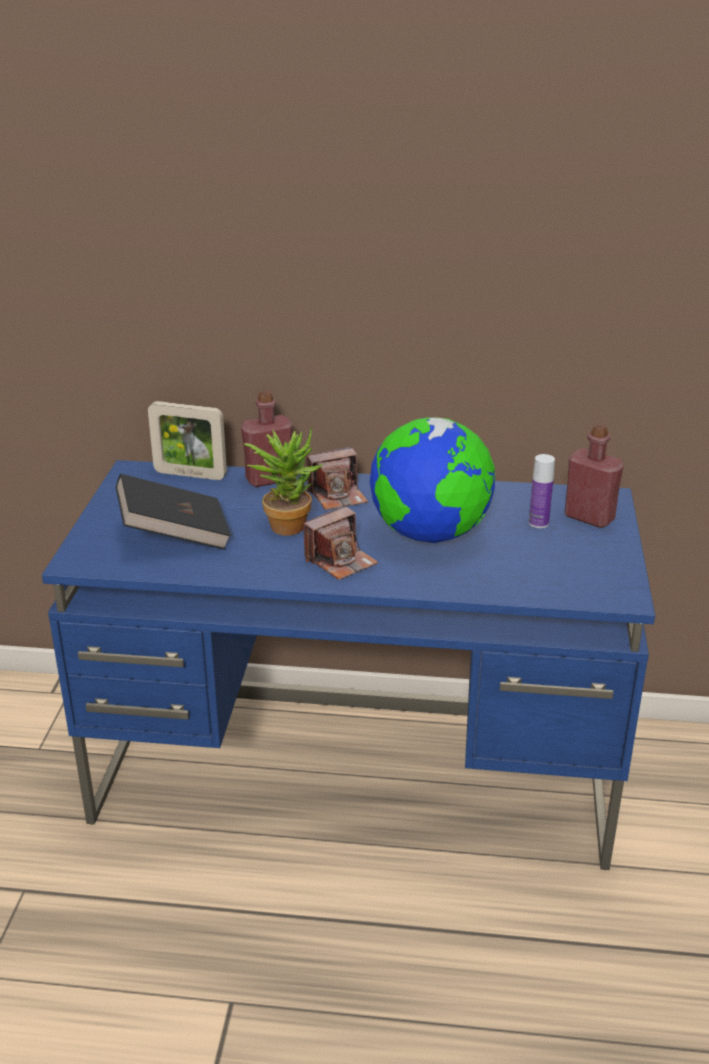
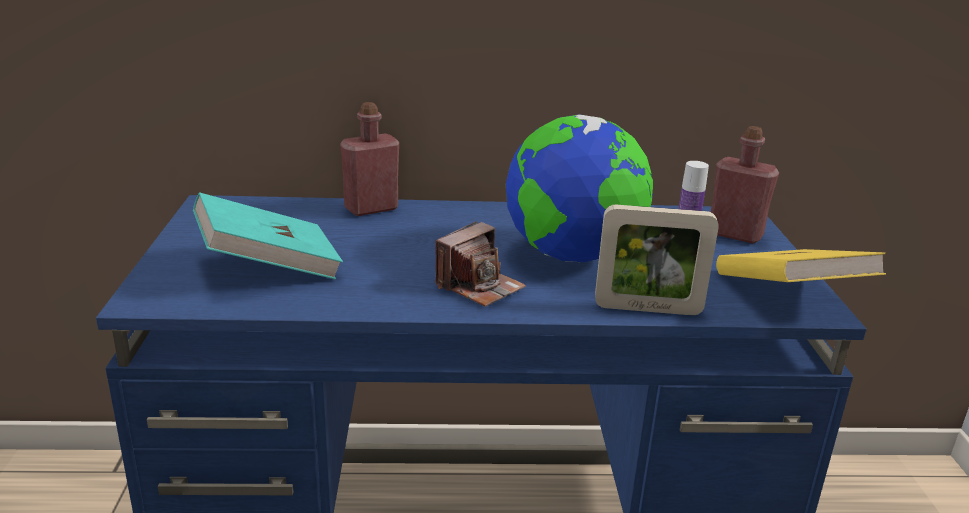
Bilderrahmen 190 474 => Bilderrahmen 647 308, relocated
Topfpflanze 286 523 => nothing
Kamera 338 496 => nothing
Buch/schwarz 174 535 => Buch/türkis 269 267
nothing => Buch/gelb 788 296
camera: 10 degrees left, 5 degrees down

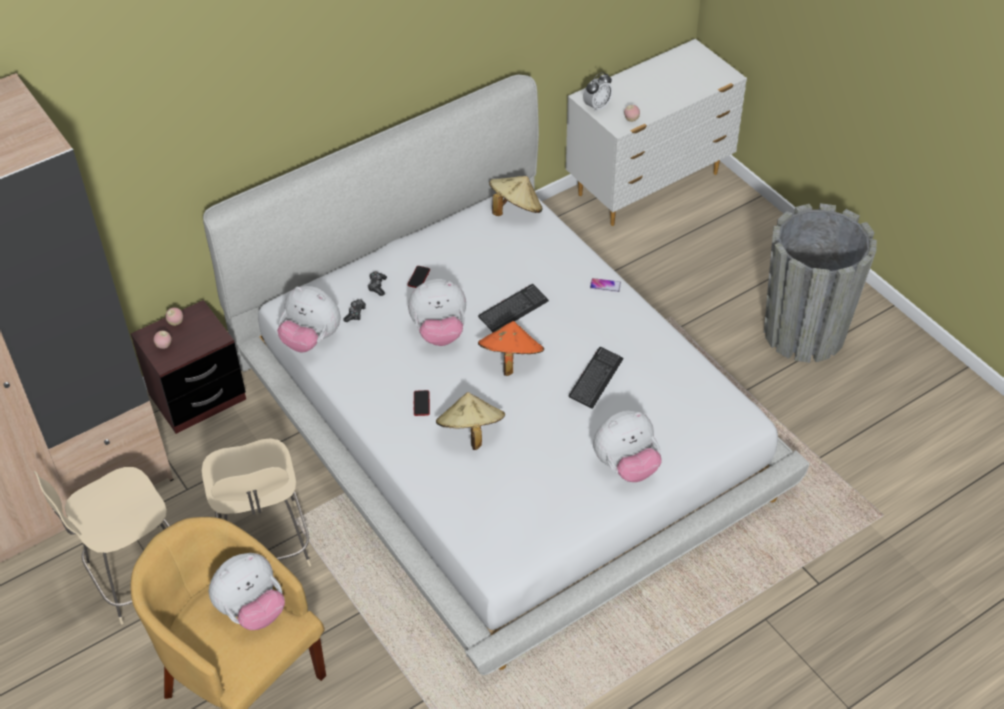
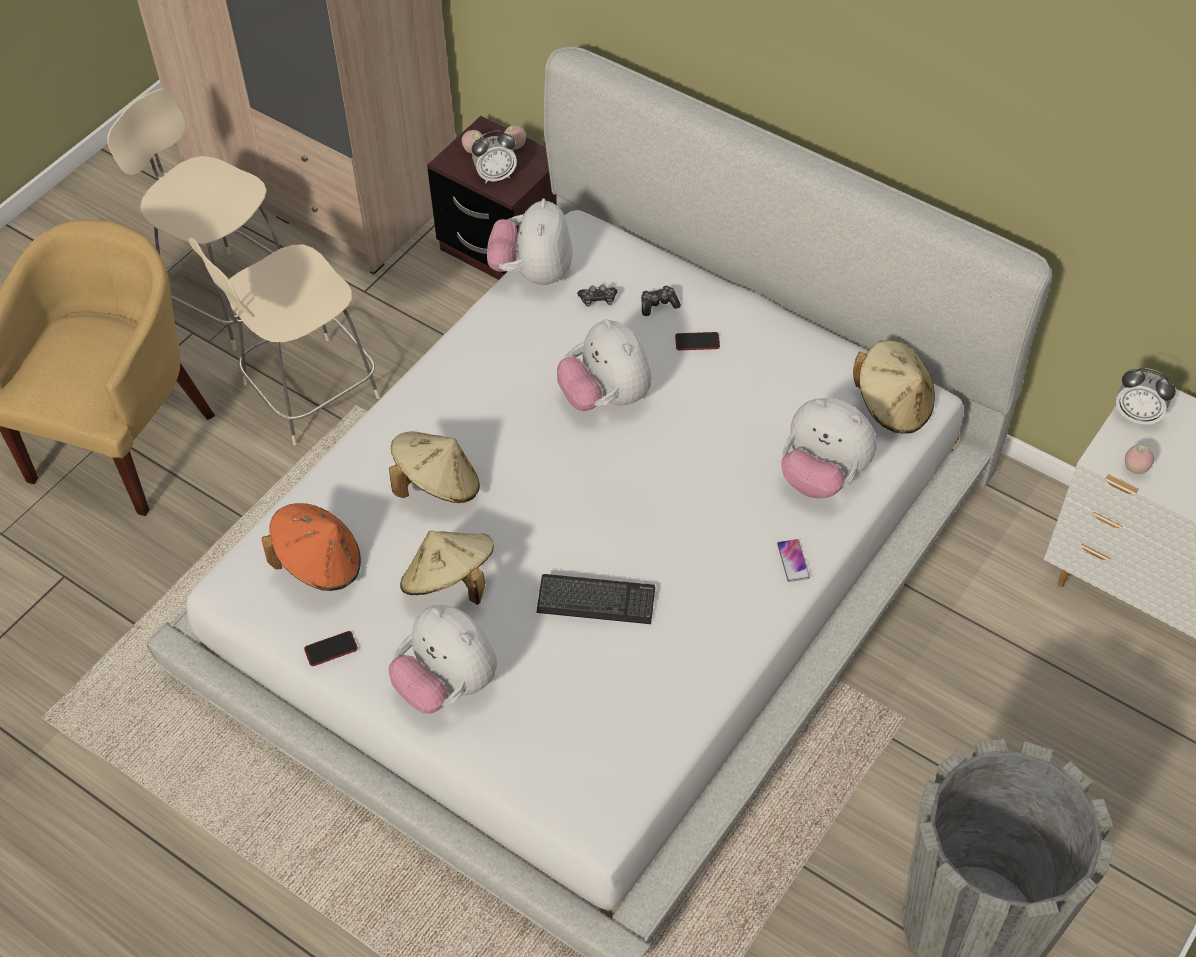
Tastatur 513 310 => nothing
Hut/orange 510 360 => Hut/orange 319 564, relocated
Handy 421 403 => Handy 331 649, relocated
Plüschtier 252 610 => Plüschtier 822 476, relocated
nothing => Wecker 495 176
nothing => Hut/beige 450 583
camera: 70 degrees right, 5 degrees up

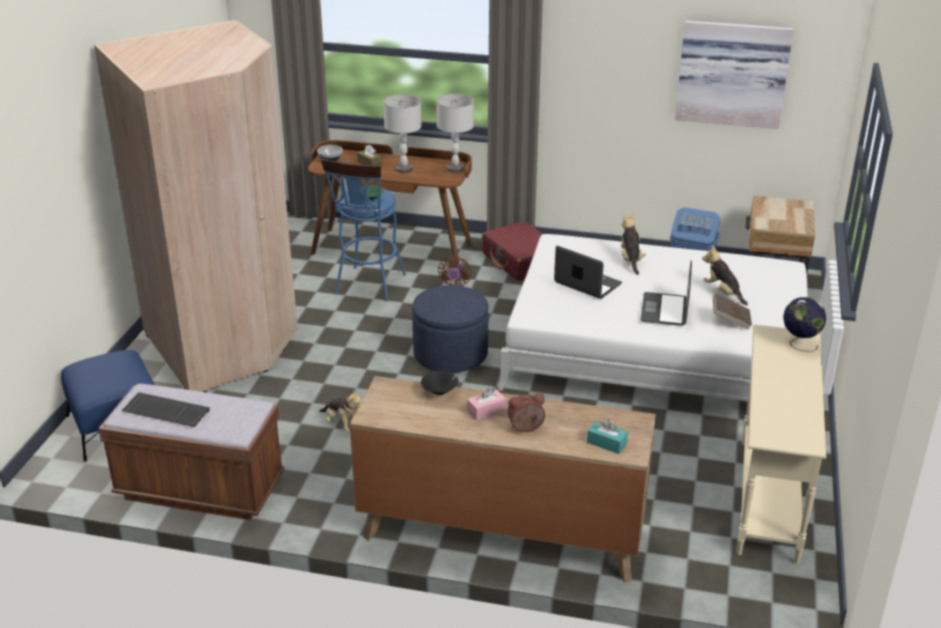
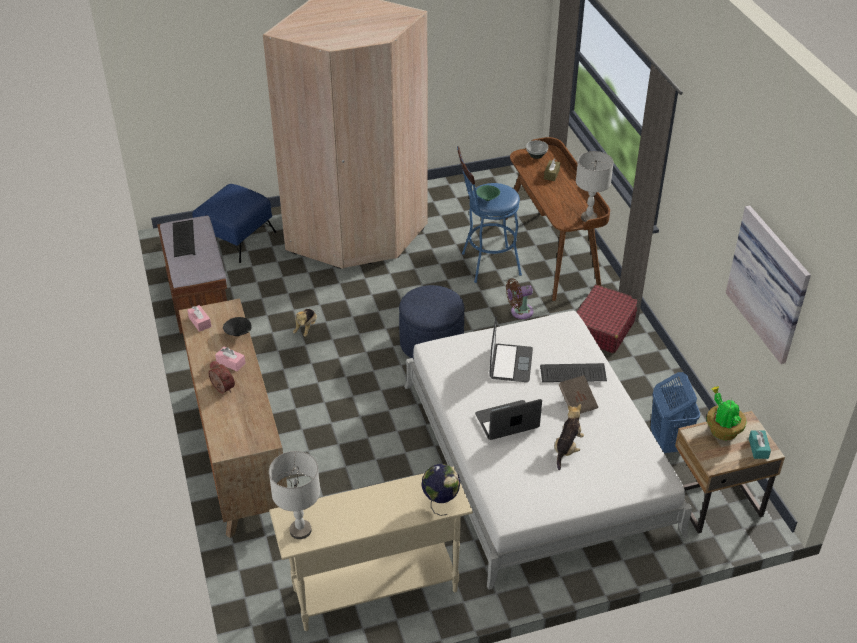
Tischlampe/grau 403 169 => Tischlampe/grau 300 530, relocated
Plüschtier 630 260 => Tastatur 572 375
Buch/braun 730 320 => Buch/braun 577 402, relocated
Taschentuchbox/türkis 606 443 => Taschentuchbox/türkis 758 448, relocated
nothing => Taschentuchbox/rosa 200 322
nothing => Topfpflanze 722 430
camera: 60 degrees right, 10 degrees up

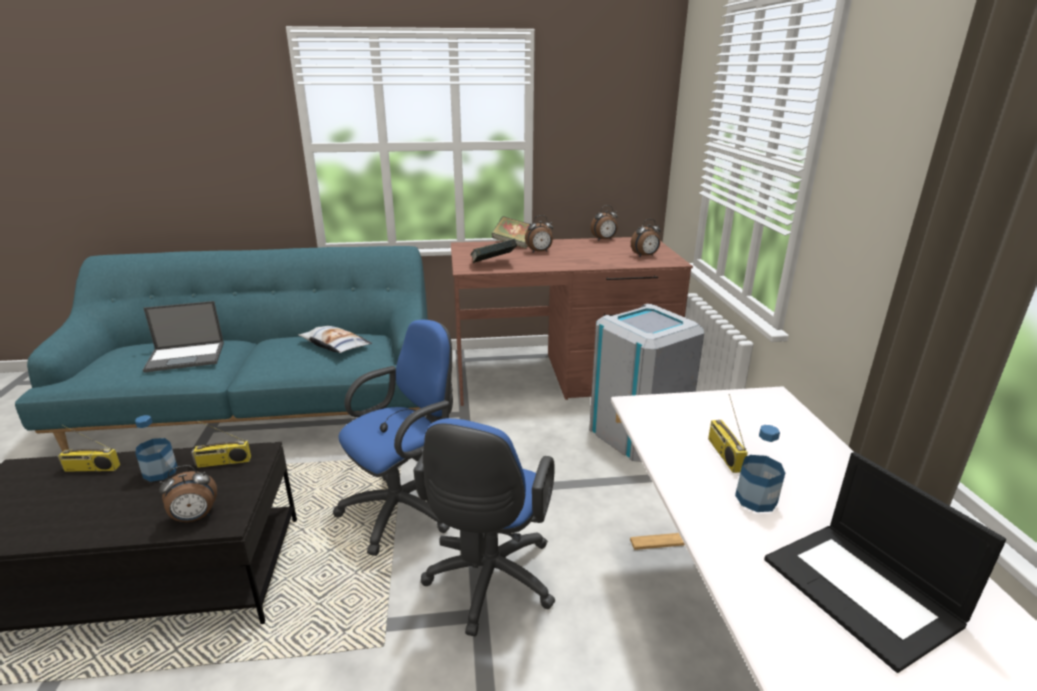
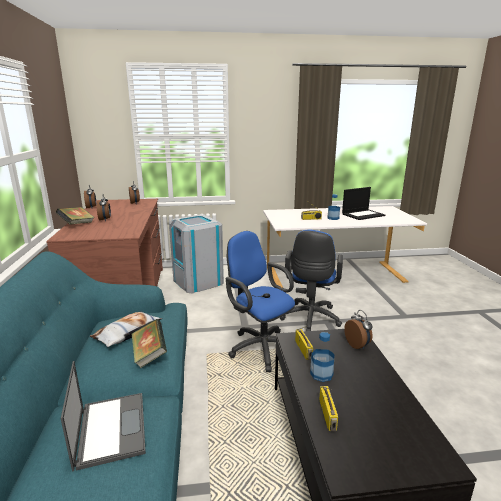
Buch 493 264 => Buch 149 355, relocated
Bürostuhl/blau 488 584 => Bürostuhl/blau 310 319, 90 degrees clockwise
camera: 90 degrees left, 5 degrees down

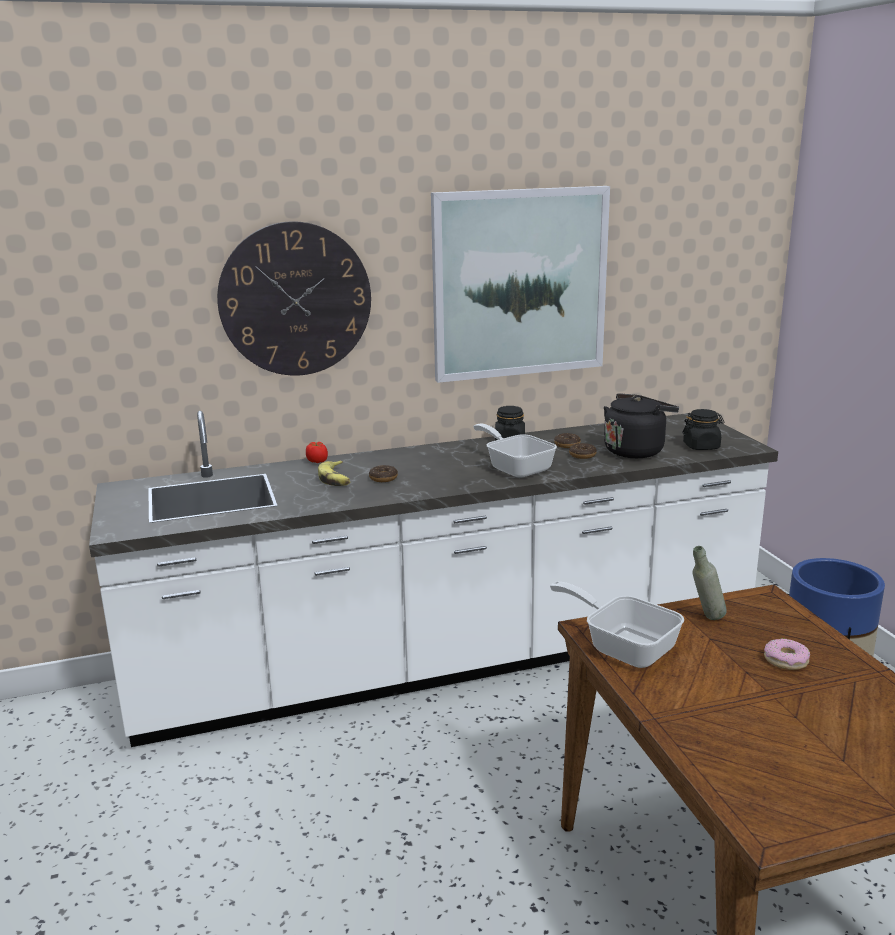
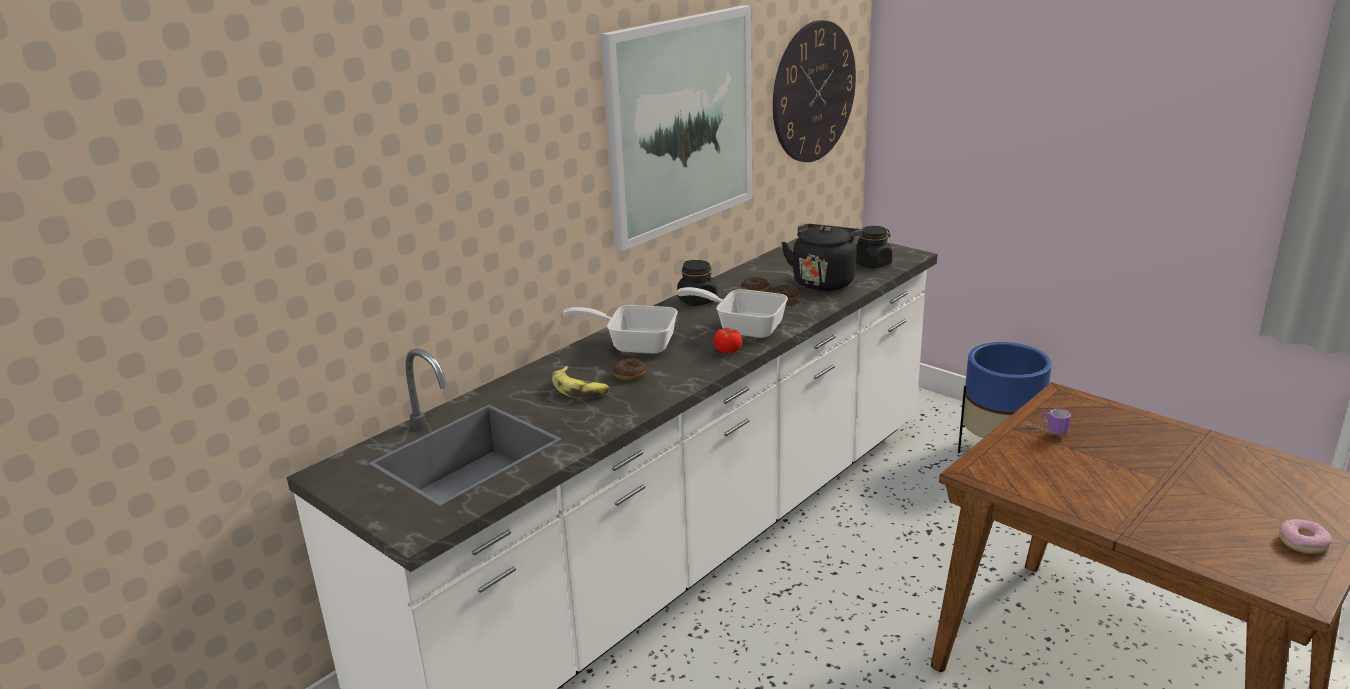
Wanduhr 295 300 => Wanduhr 814 92, relocated
Tomate 317 461 => Tomate 728 351, relocated
Flasche/grau 705 619 => Henkelbecher 1045 431
Pfanne 623 646 => Pfanne 634 344, relocated
Donut 786 660 => Donut 1302 542, relocated
camera: 30 degrees left, 5 degrees up

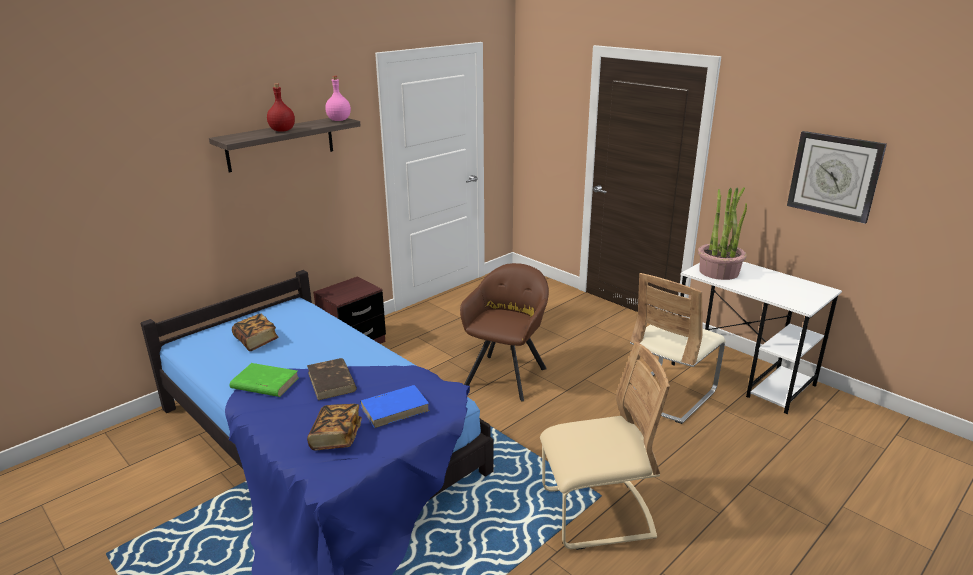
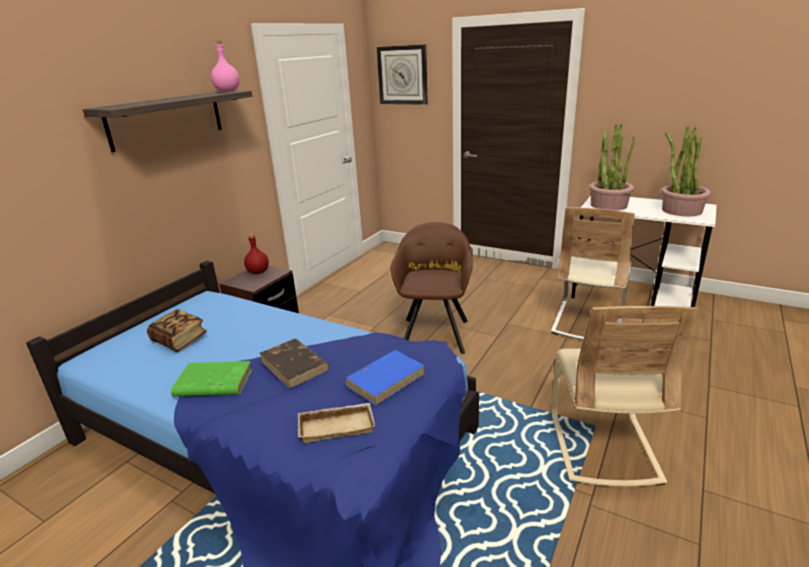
Flasche/rot 282 130 => Flasche/rot 258 272, relocated
Wanduhr 834 176 => Wanduhr 403 75, relocated
Stuhl/beige 596 514 => Stuhl/beige 602 446, 120 degrees clockwise
Buch 336 437 => Tablett/beige 337 425
nothing => Topfpflanze 681 210
camera: 15 degrees left, 0 degrees up

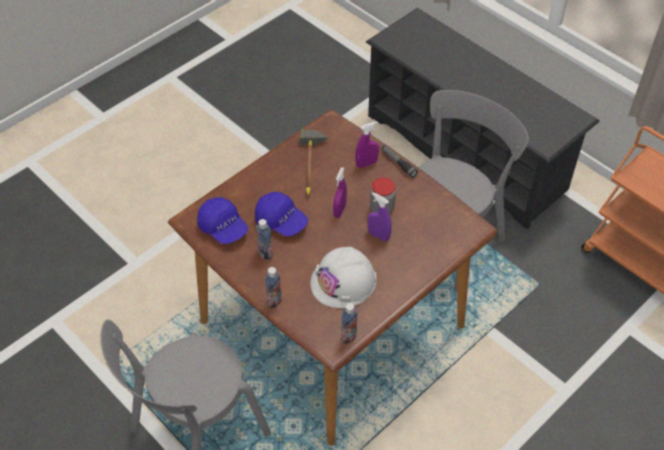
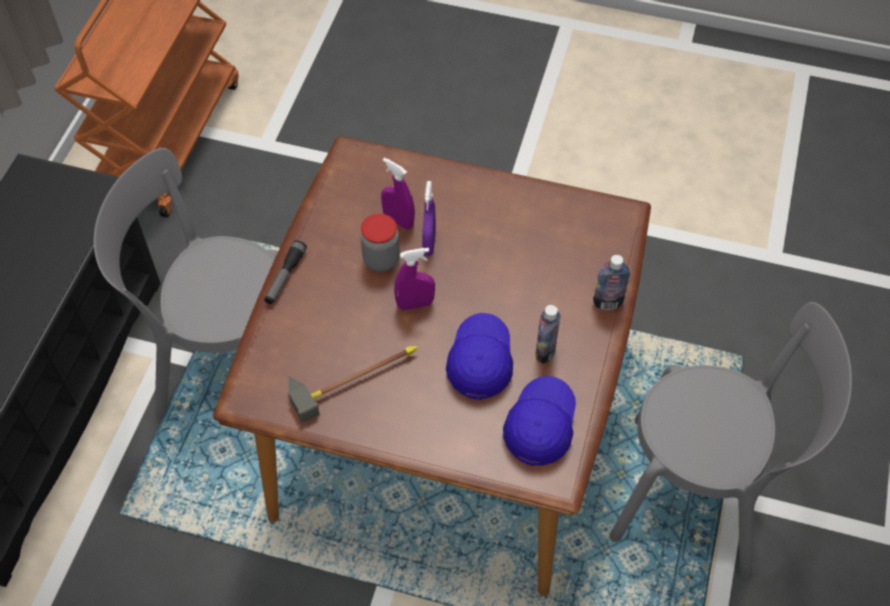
Sprühflasche/lila 366 164 => Sprühflasche/lila 398 221, relocated
Schutzhelm/weiß 343 281 => nothing
Flasche 349 336 => nothing
camera: 120 degrees left, 5 degrees up

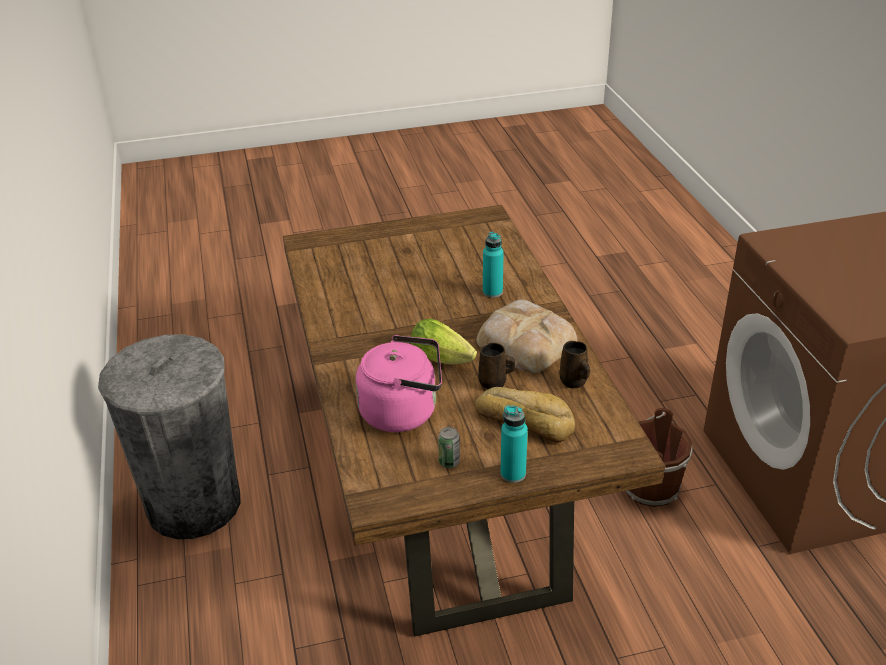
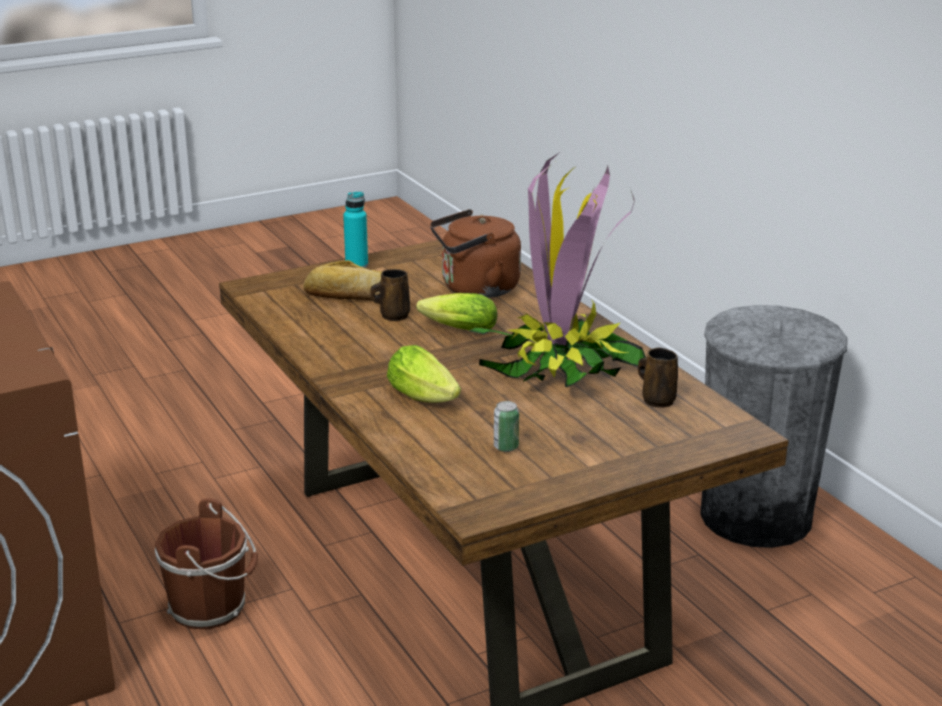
Flasche/türkis 492 292 => Salatkopf 426 397
Brot 525 342 => nothing
Wasserkessel/rosa 403 412 => Wasserkessel/braun 475 289
Henkelbecher/braun 574 382 => Henkelbecher/braun 657 400, relocated
Dose 449 462 => Dose 506 447, relocated
nothing => Topfpflanze 561 367
camera: 165 degrees right, 10 degrees down

